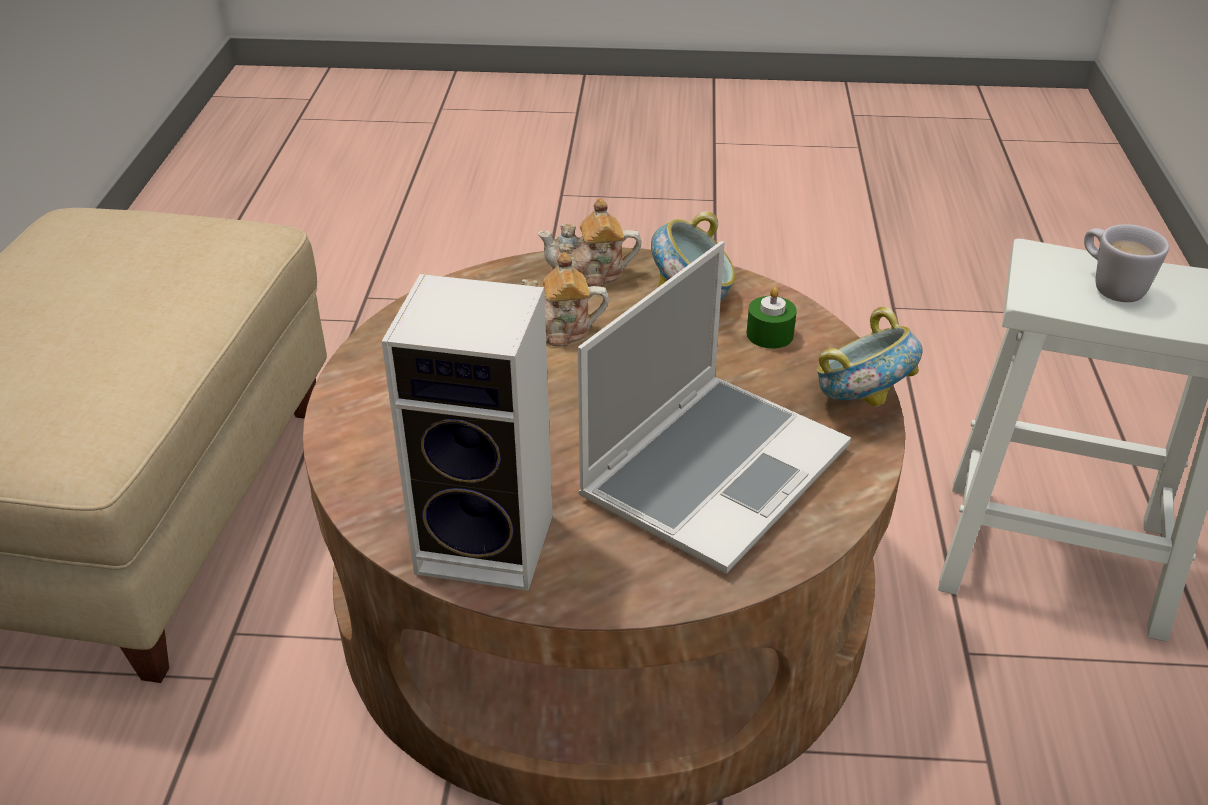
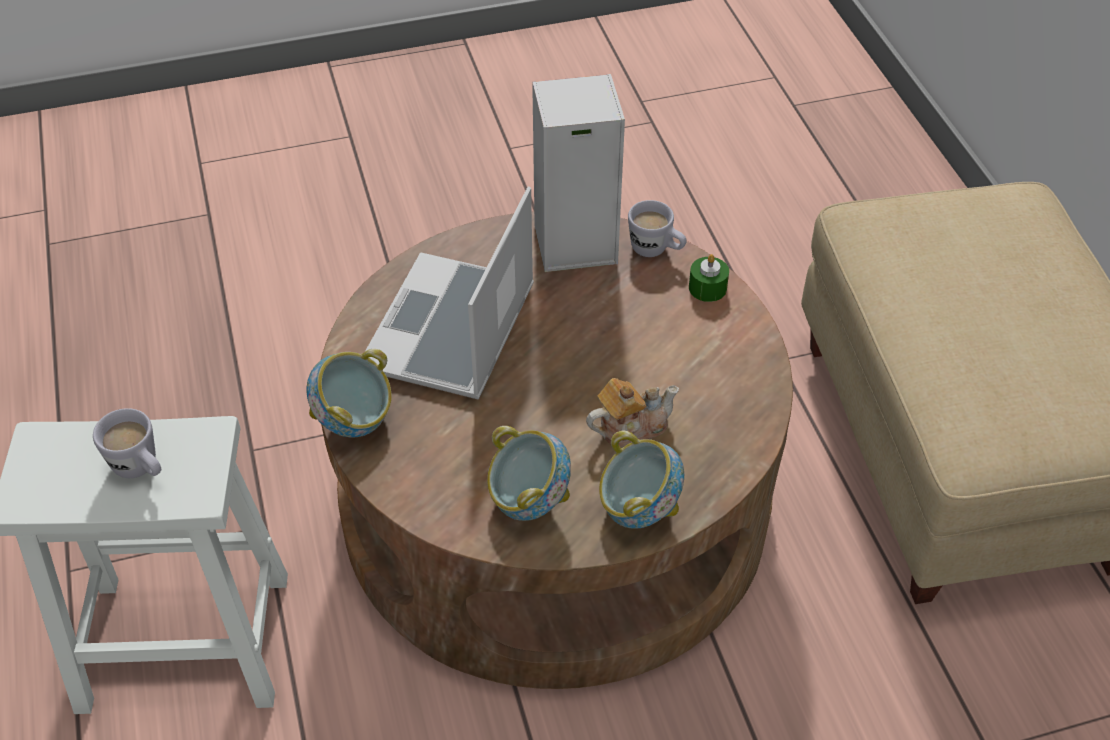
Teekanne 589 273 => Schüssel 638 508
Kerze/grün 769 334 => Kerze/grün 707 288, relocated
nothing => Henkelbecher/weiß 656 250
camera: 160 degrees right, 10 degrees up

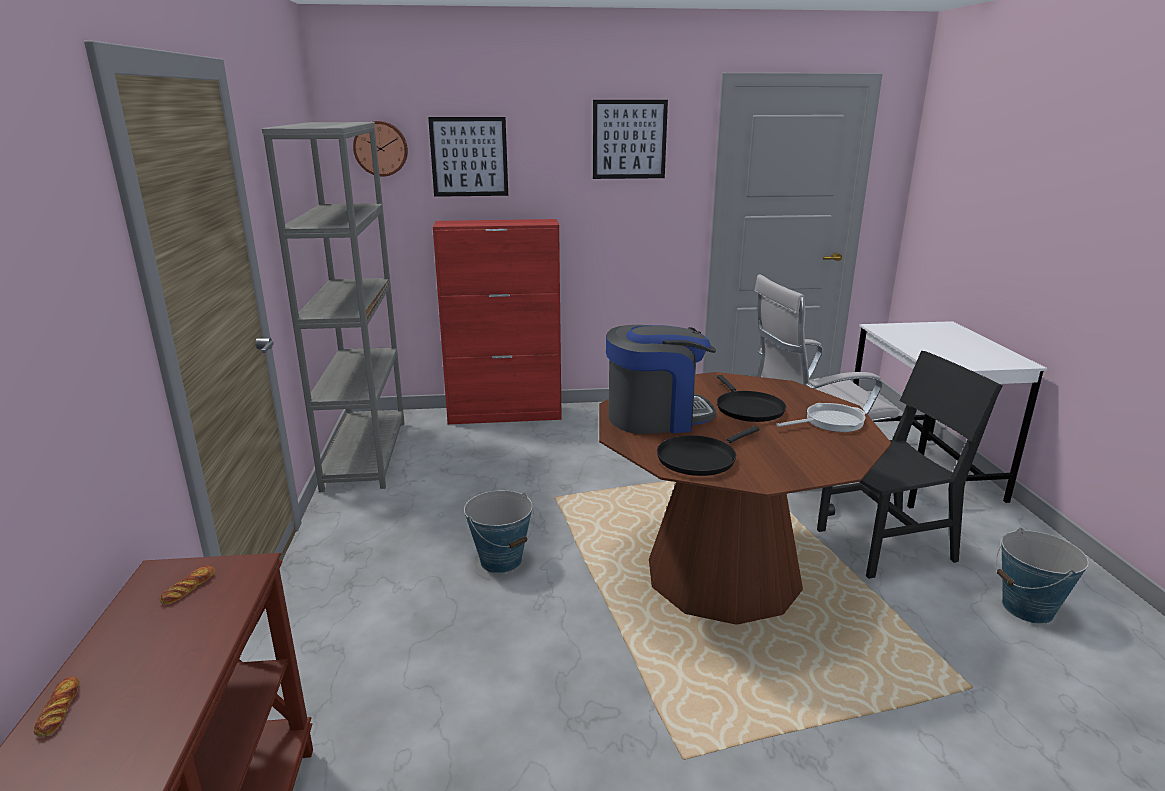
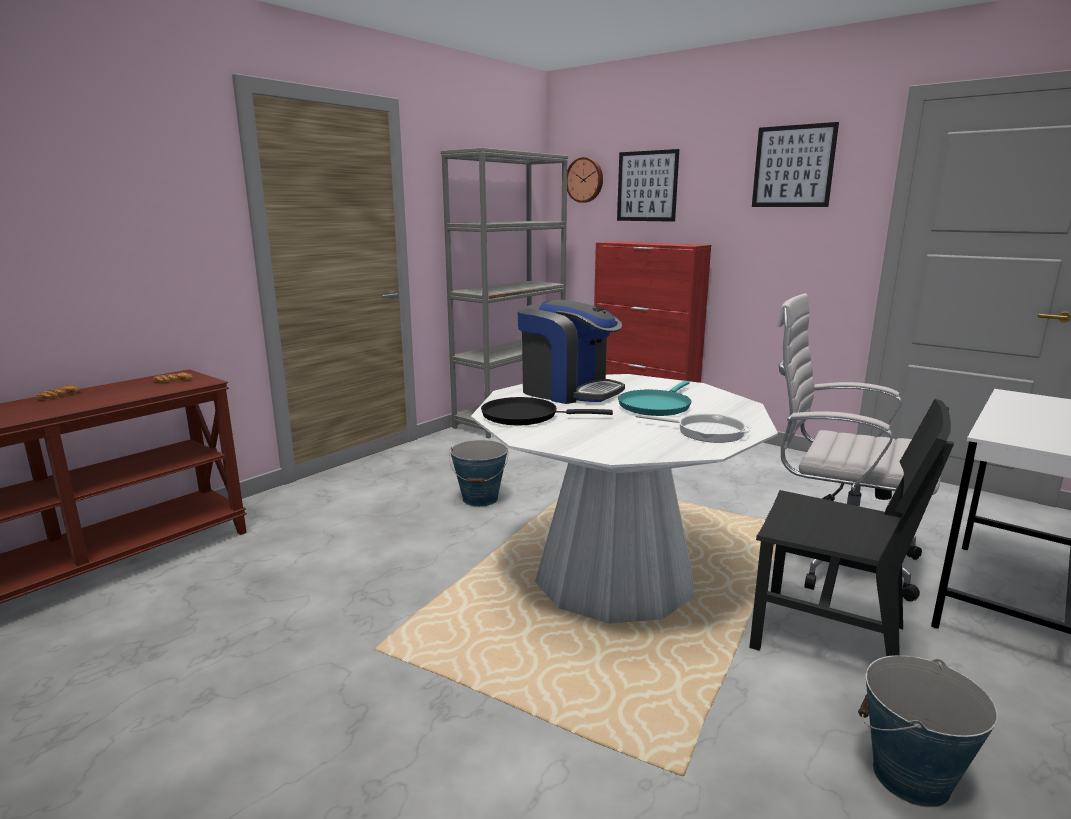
Esstisch/braun 723 574 => Esstisch/weiß 614 576
Pfanne/schwarz 747 408 => Pfanne/türkis 655 406
camera: 45 degrees right, 5 degrees down

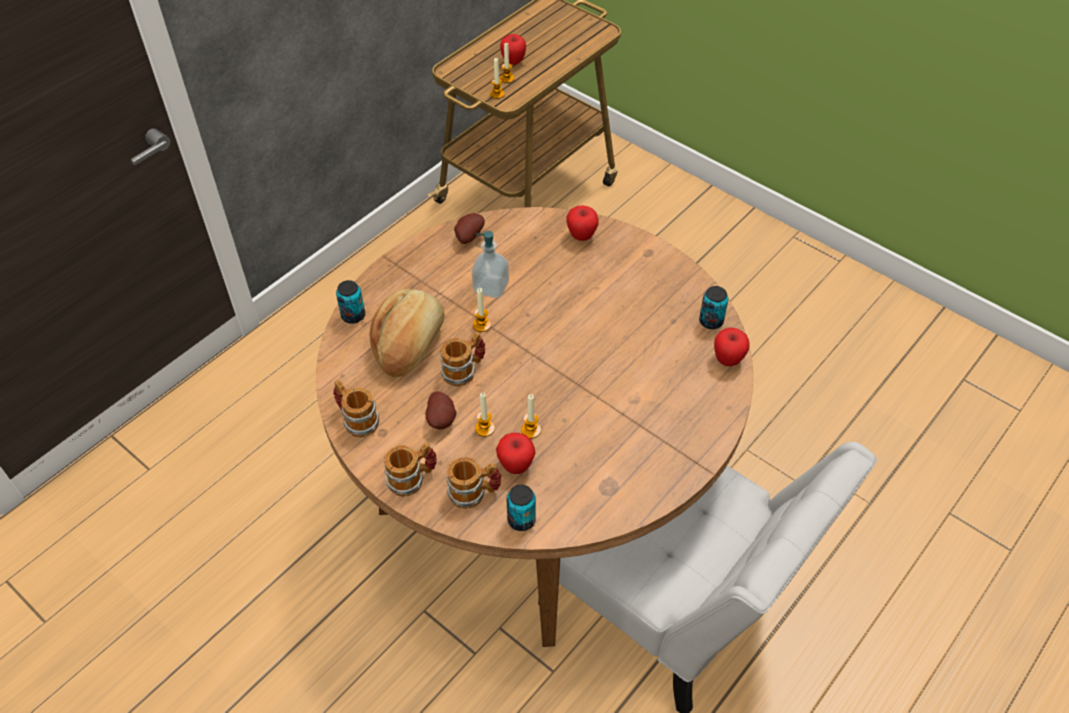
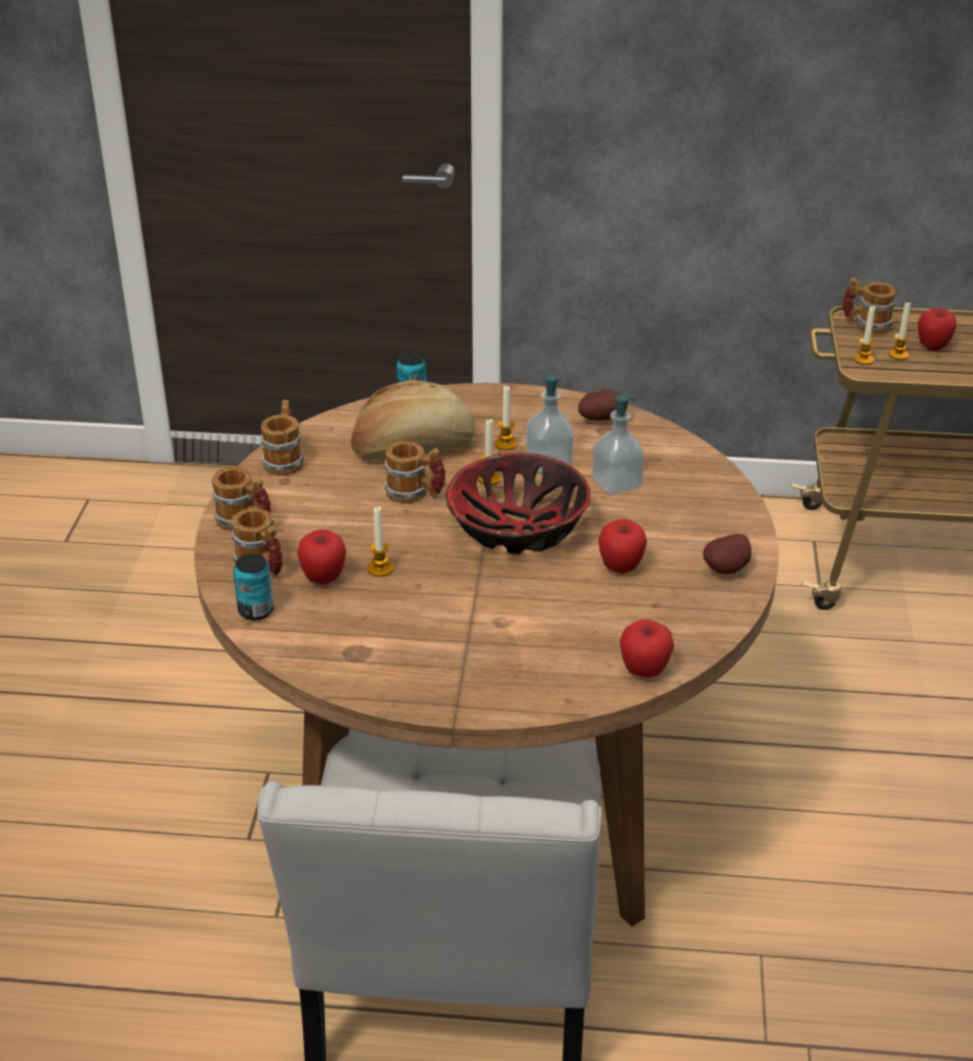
Apfel 581 236 => Apfel 620 567, relocated
Dose 711 321 => nothing
Kartoffel 442 419 => Kartoffel 728 570, relocated
Kerze 485 428 => Kerze 506 444, relocated
nothing => Henkelbecher 865 324
nothing => Seifenspender 616 483
nothing => Schüssel 517 530
camera: 55 degrees right, 15 degrees down

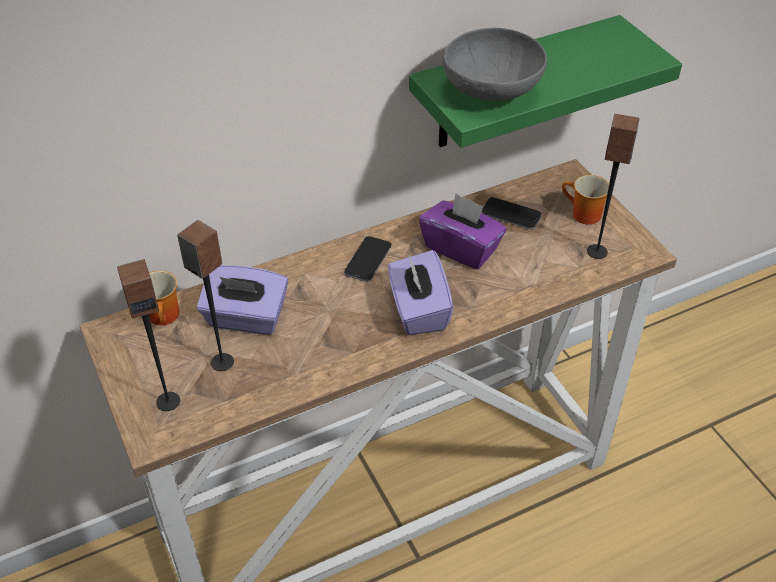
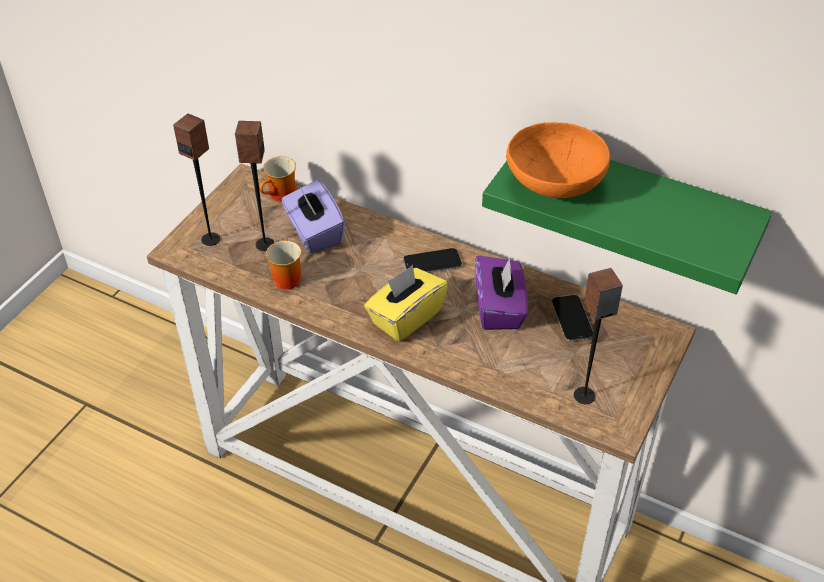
Schüssel/grau 492 92 => Schüssel/orange 554 185
Henkelbecher 582 215 => Henkelbecher 285 277, relocated
Taschentuchbox/lila 418 310 => Taschentuchbox/gelb 406 317
camera: 55 degrees right, 0 degrees up

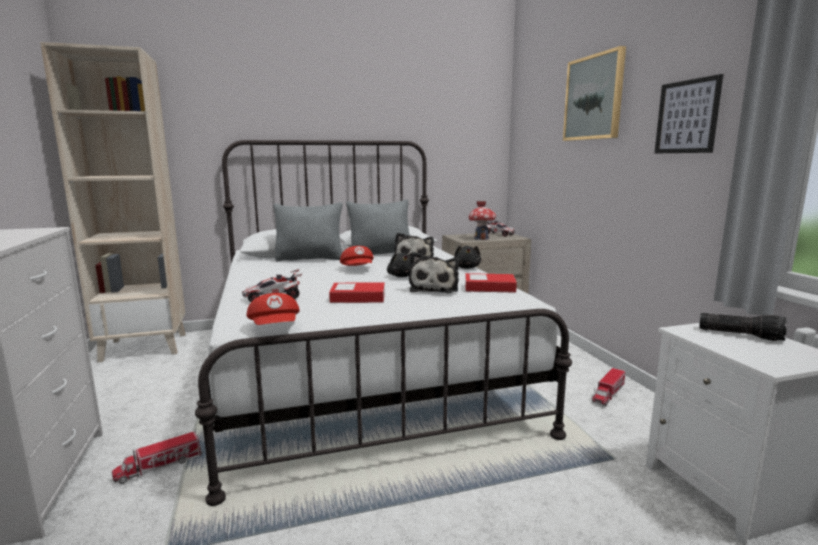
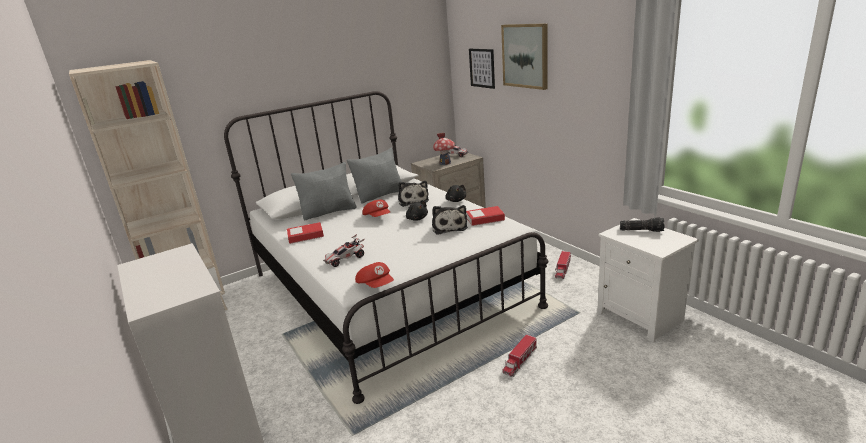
Bild 687 117 => Bild 482 68, relocated
Buch 358 298 => Buch 305 236, relocated
Spielzeuglaster 159 466 => Spielzeuglaster 520 361, relocated
camera: 15 degrees left, 10 degrees up

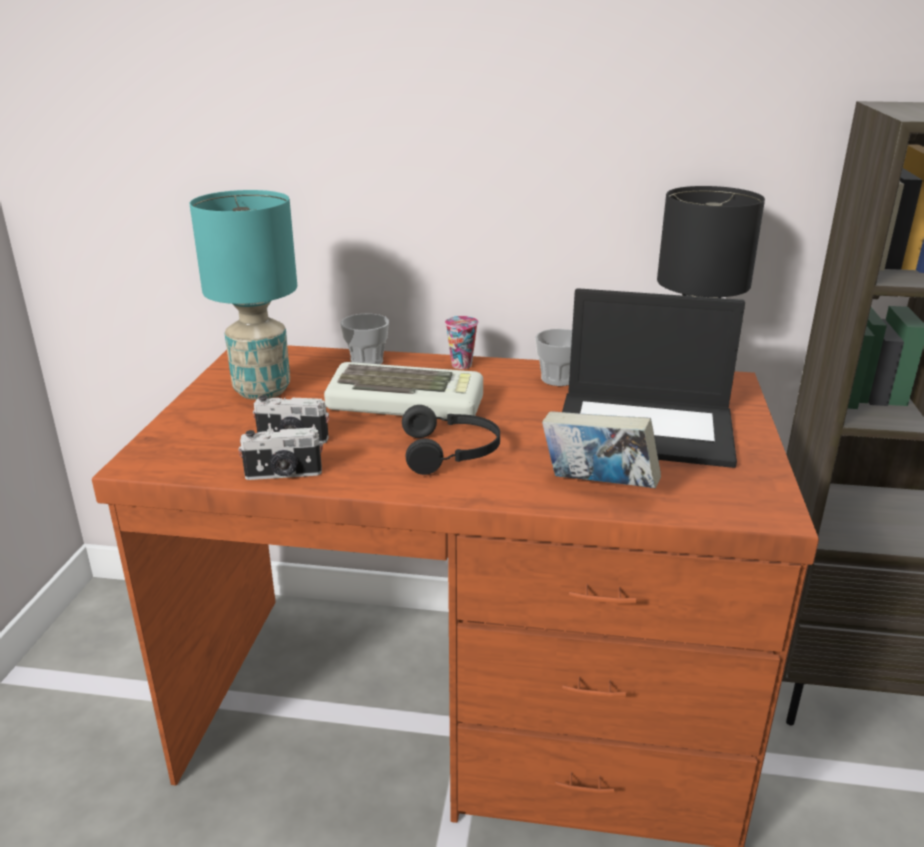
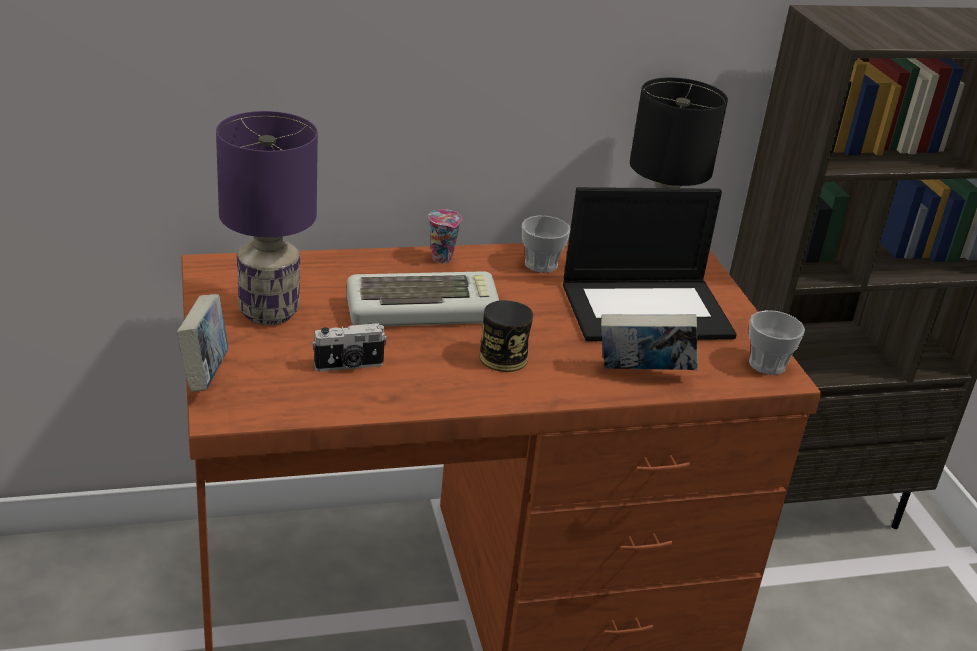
Tischlampe/türkis 261 390 => Tischlampe/lila 268 313
Tasse 367 361 => Tasse 767 364, relocated
Kopfhörer/schwarz 452 452 => Dose 503 358
Kamera 283 475 => nothing
nothing => Buch 205 374
camera: 25 degrees left, 5 degrees up

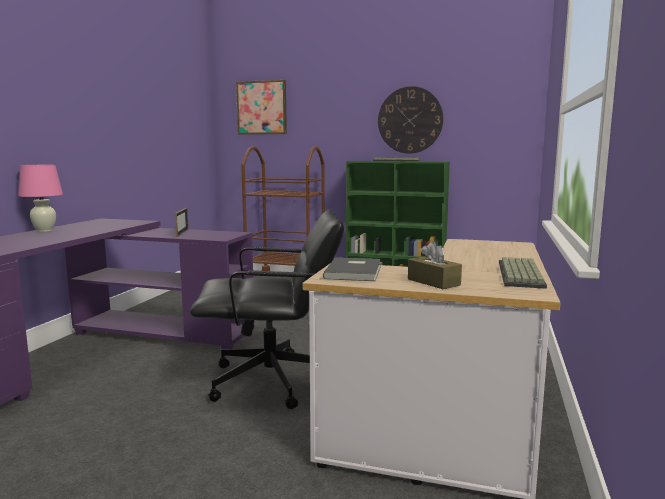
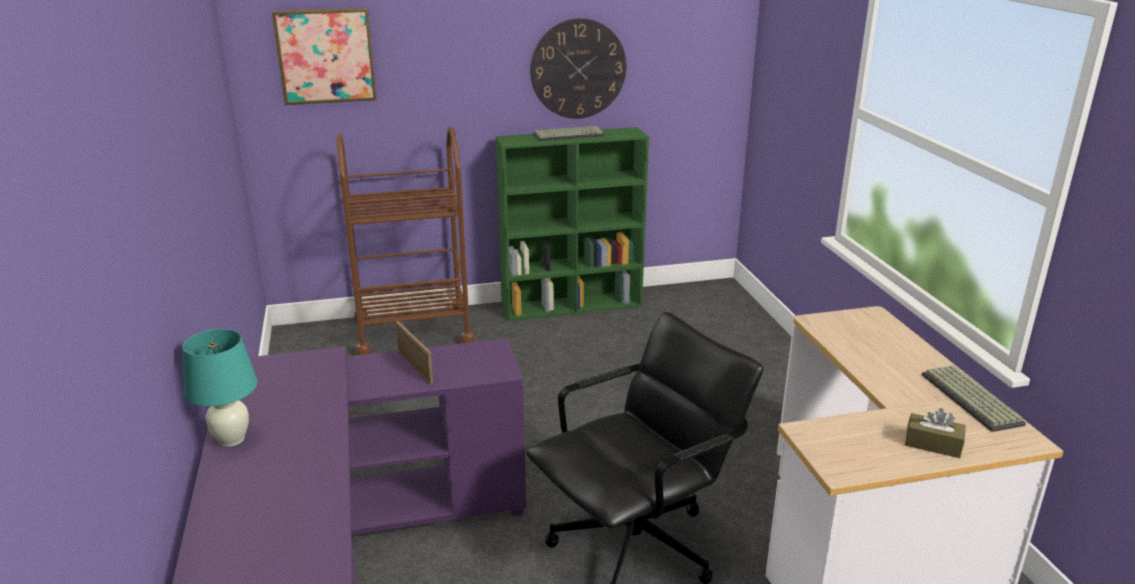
Tischlampe/rosa 44 230 => Tischlampe/türkis 232 439
Buch/grau 355 272 => nothing
camera: 30 degrees left, 15 degrees up

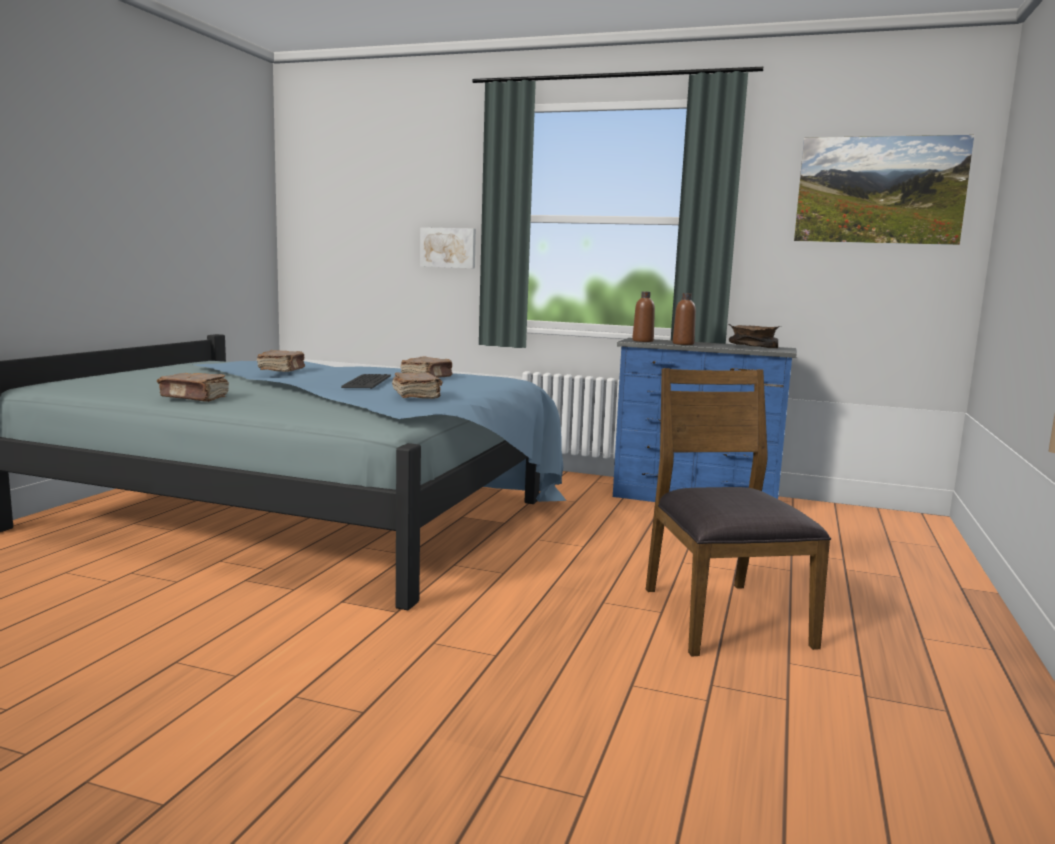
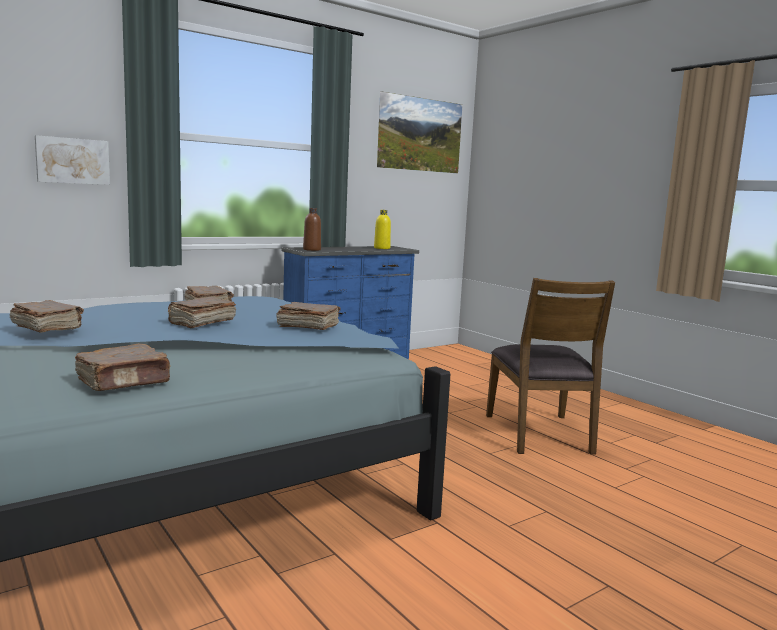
Flasche/braun 683 344 => nothing
Schüssel/braun 751 347 => Flasche/gelb 382 248
Stuhl/braun 721 616 => Stuhl/braun 540 433, 120 degrees counterclockwise
Tastatur 366 382 => Buch/braun 201 323
camera: 55 degrees left, 0 degrees up

